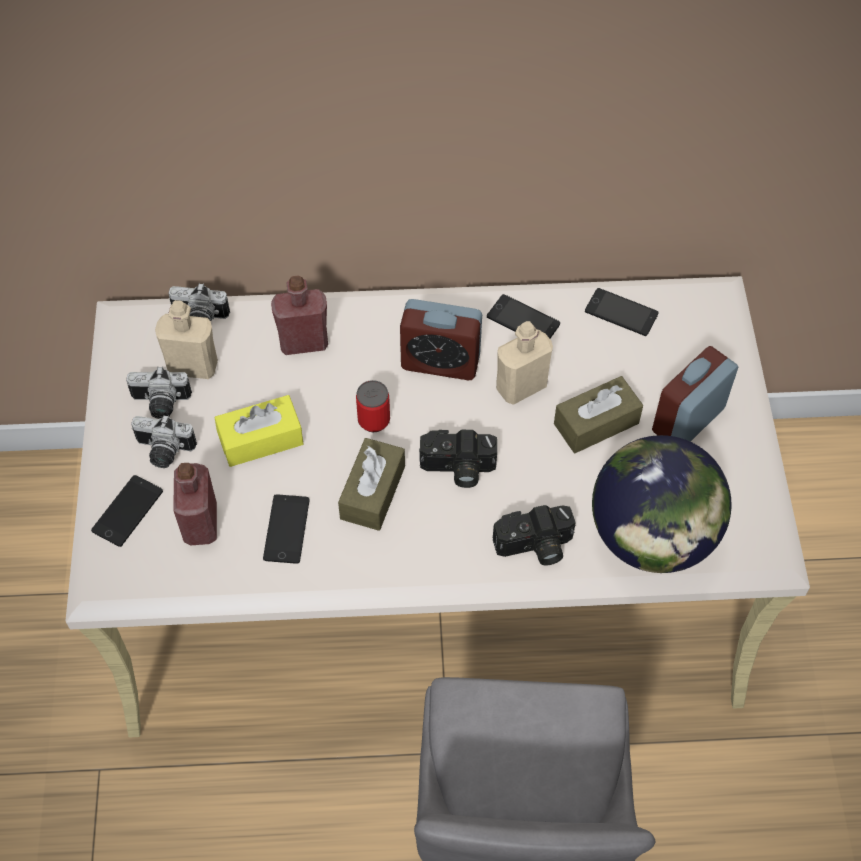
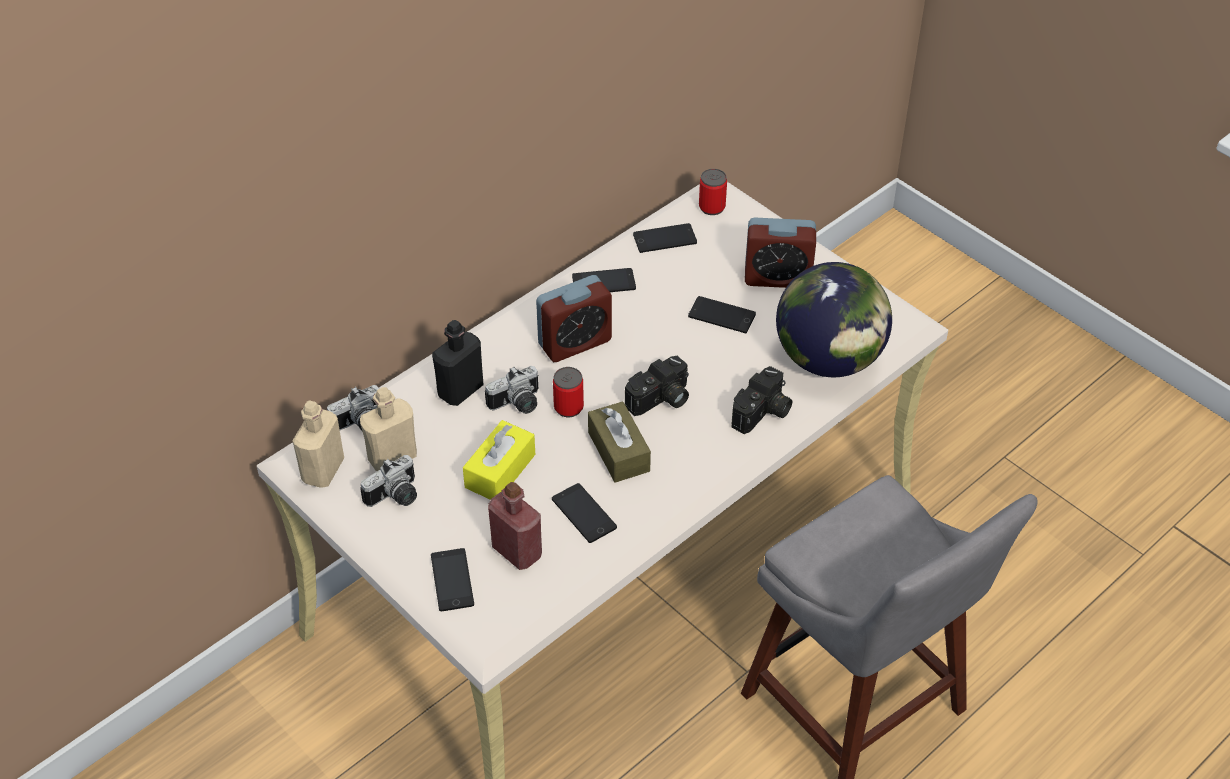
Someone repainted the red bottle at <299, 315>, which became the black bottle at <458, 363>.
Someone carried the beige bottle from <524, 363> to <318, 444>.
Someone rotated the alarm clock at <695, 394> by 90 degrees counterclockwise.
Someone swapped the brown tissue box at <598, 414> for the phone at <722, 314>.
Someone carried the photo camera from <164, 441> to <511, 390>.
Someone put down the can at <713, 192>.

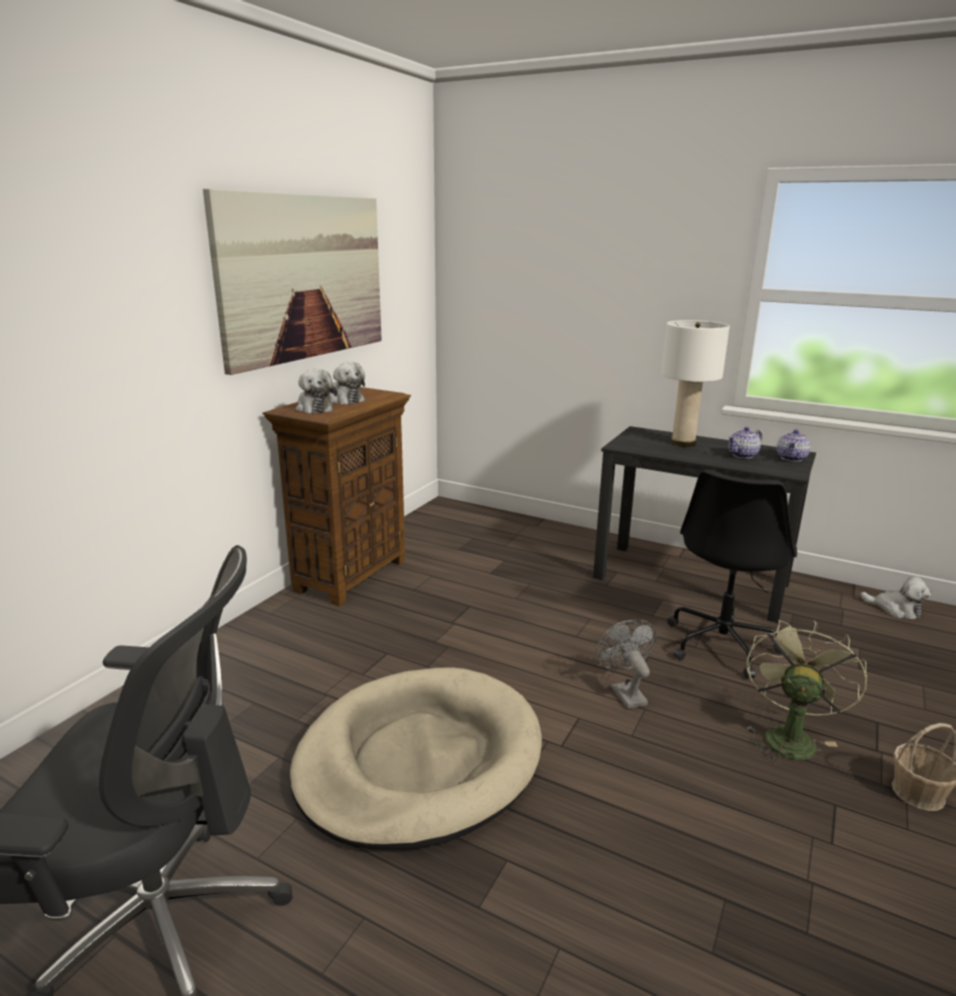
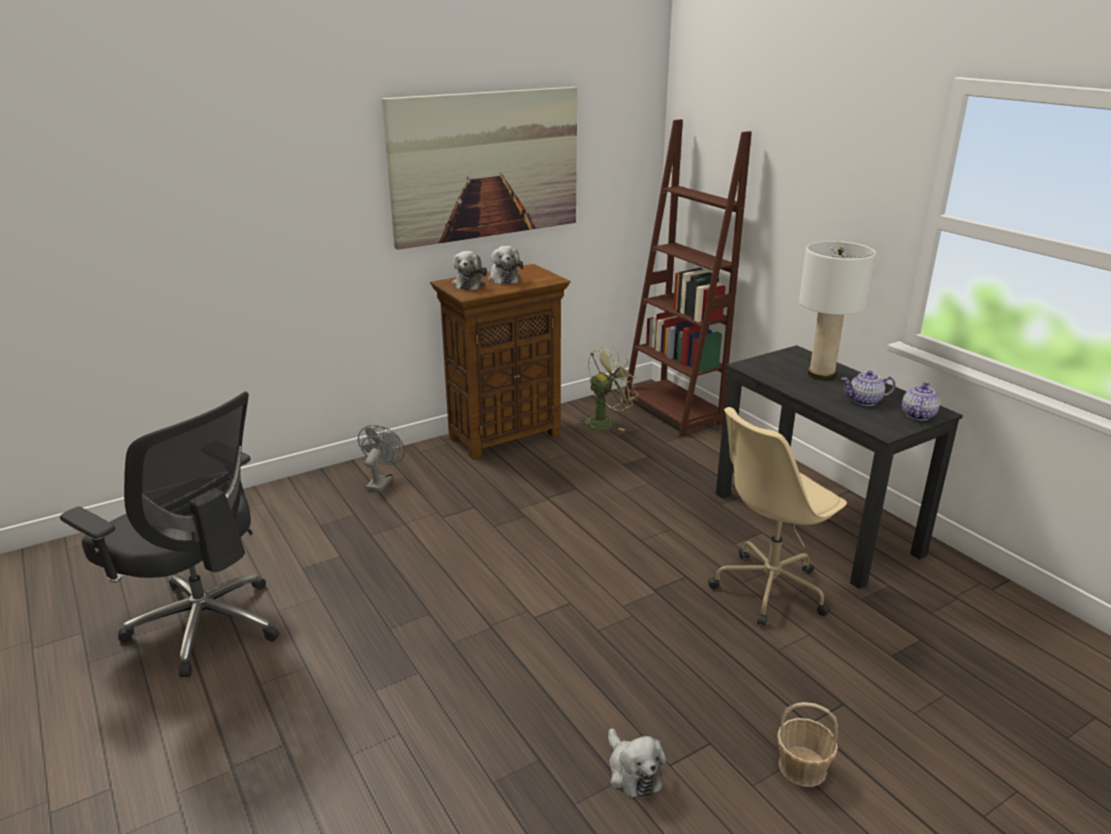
Someone rotated the teapot at <793, 445> by 150 degrees clockwise.
Someone repainted the black office chair at <732, 574>, which became the beige office chair at <777, 516>.
Someone carried the plush toy from <895, 597> to <637, 763>.
Someone carried the grey fan from <626, 664> to <381, 458>.
Someone carried the green fan from <807, 692> to <607, 389>.
Someone took away the beige dog bed at <416, 758>.
Someone put down the brown bookcase at <687, 278>.

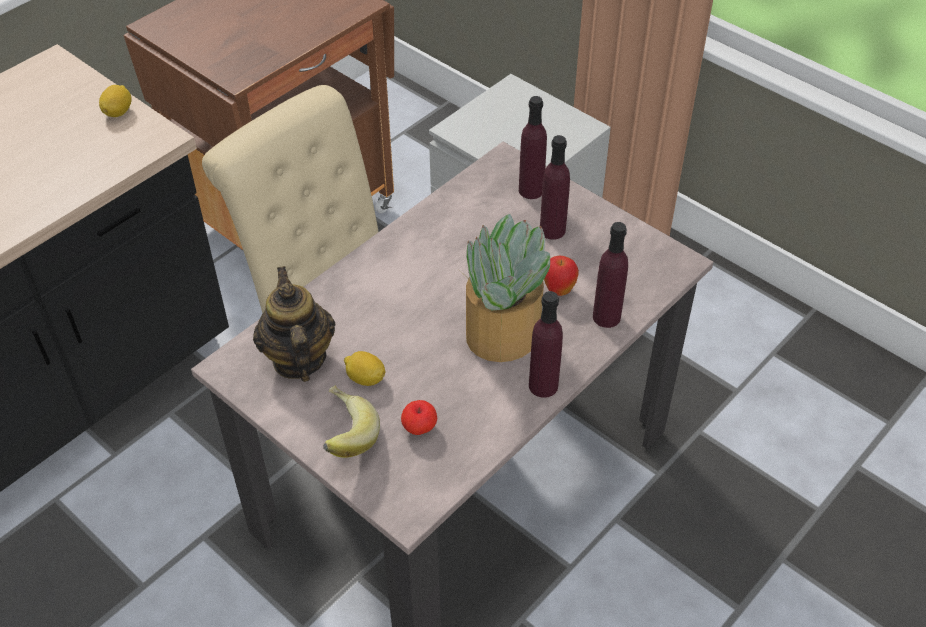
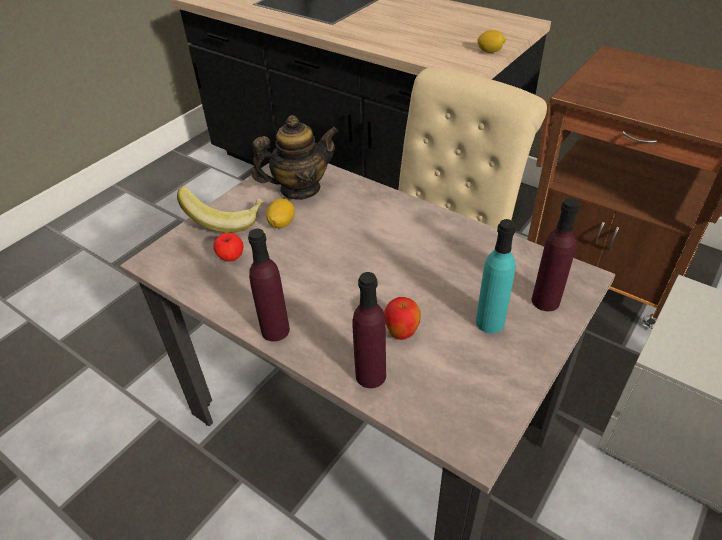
Someone repainted the purple bottle at <555, 187>, which became the turquoise bottle at <496, 276>.
Someone took away the potted plant at <502, 288>.

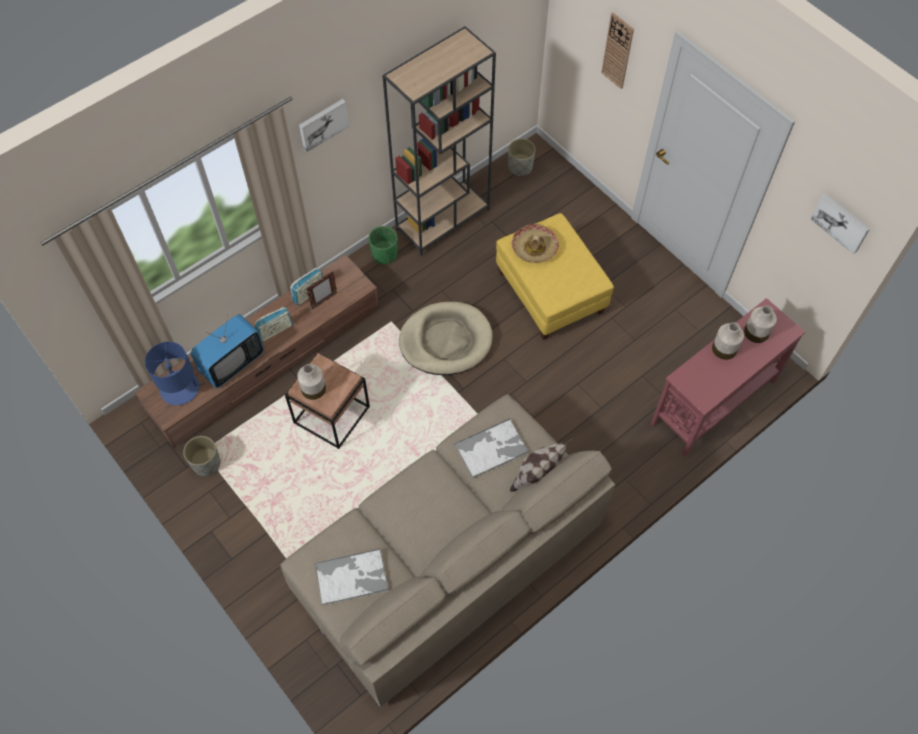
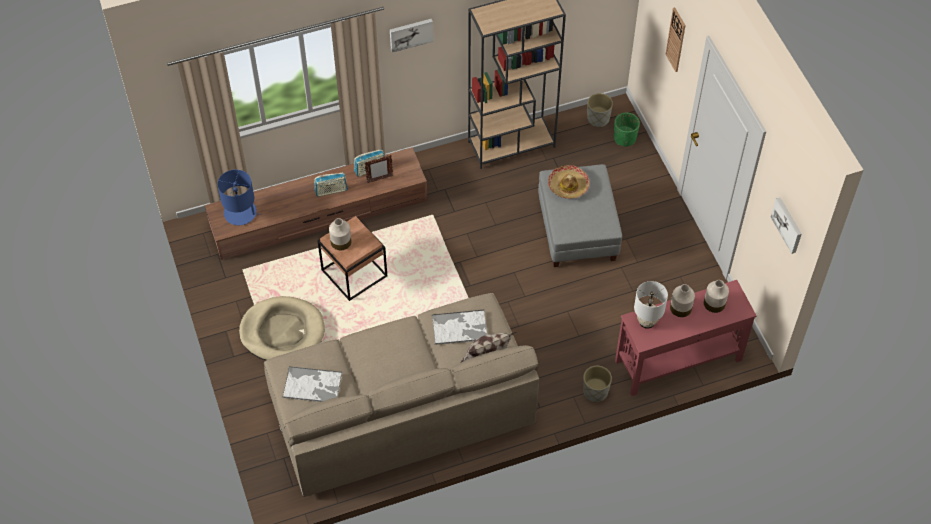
Someone repainted the yellow ottoman at <555, 276>, which became the grey ottoman at <580, 215>.
Someone carried the green planter from <382, 245> to <627, 129>.
Someone carried the beige dog bed from <446, 338> to <282, 328>.
Someone took away the television at <227, 351>.
Someone carried the grey planter from <201, 456> to <597, 384>.
Someone put down the white table lamp at <651, 305>.

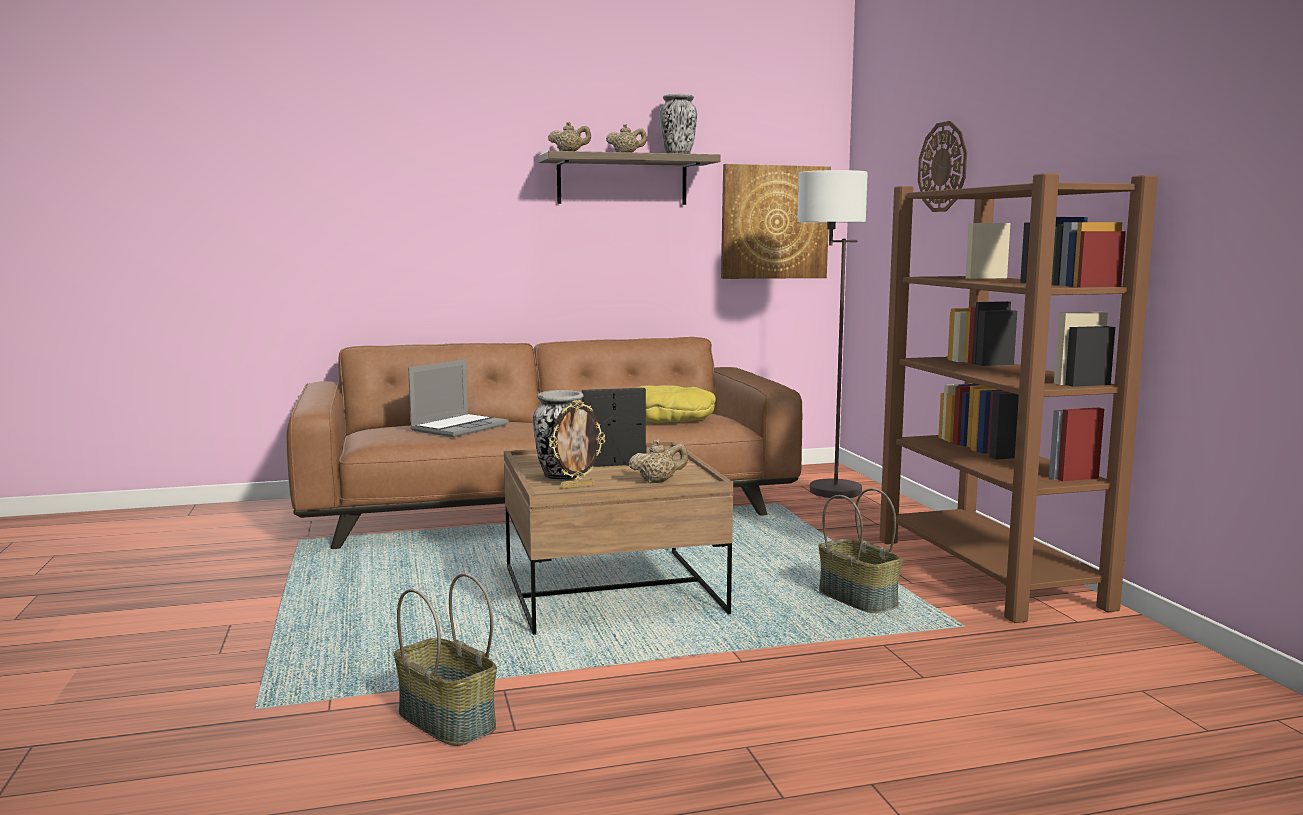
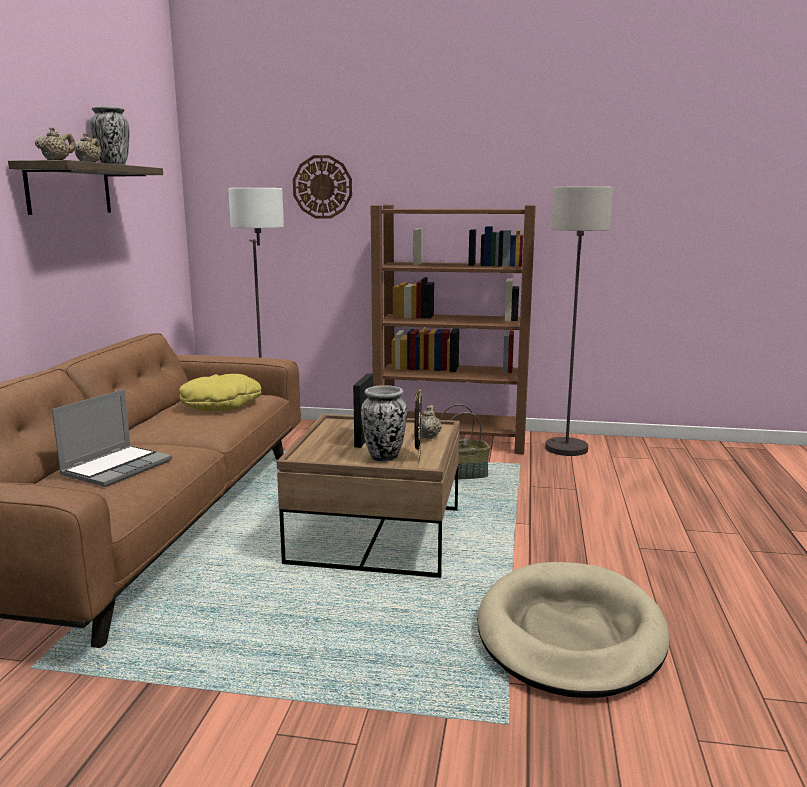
Someone took away the picture at <776, 221>.
Someone rotated the laptop at <458, 398> by 60 degrees clockwise.
Someone swapped the basket at <445, 659> for the beige dog bed at <573, 630>.
Someone put down the grey floor lamp at <579, 321>.

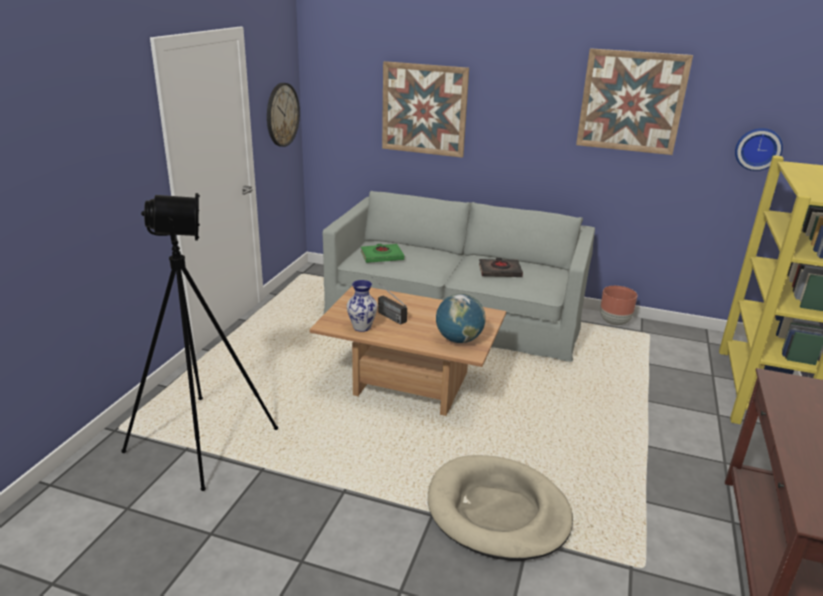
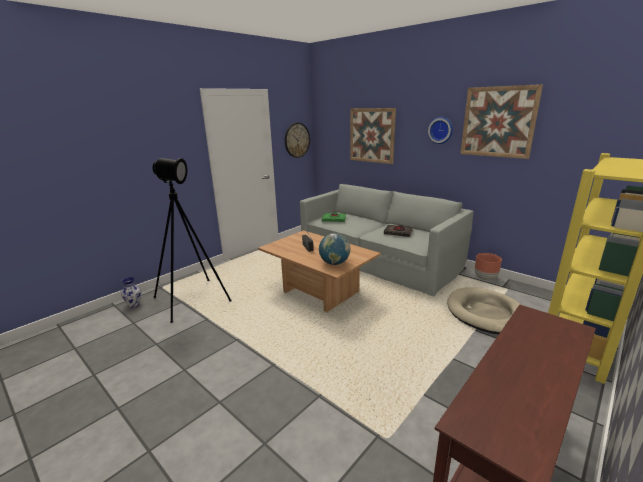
Someone carried the wall clock from <759, 149> to <440, 130>.
Someone carried the vase from <362, 306> to <131, 292>.
Someone carried the beige dog bed from <500, 508> to <484, 310>.

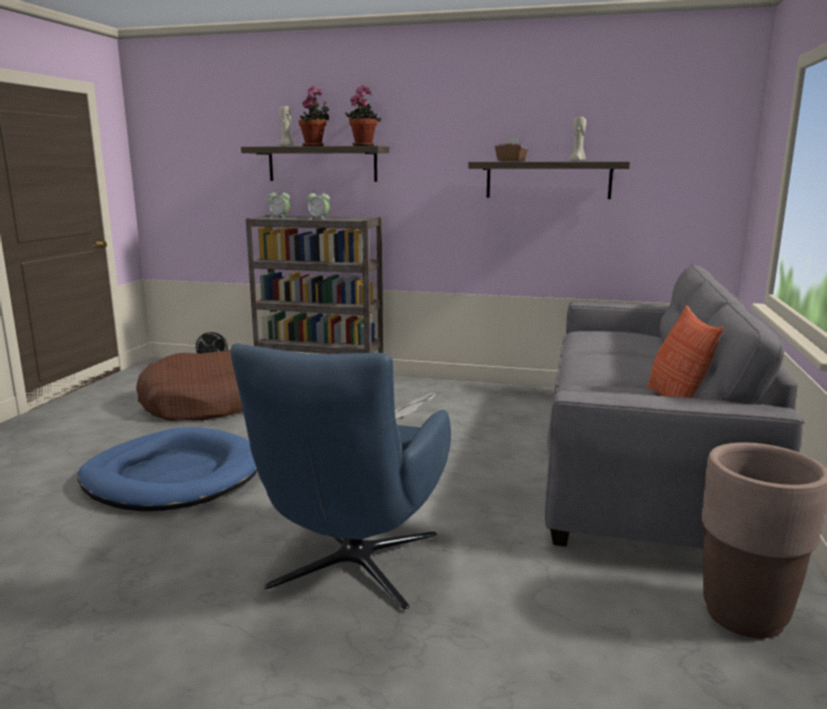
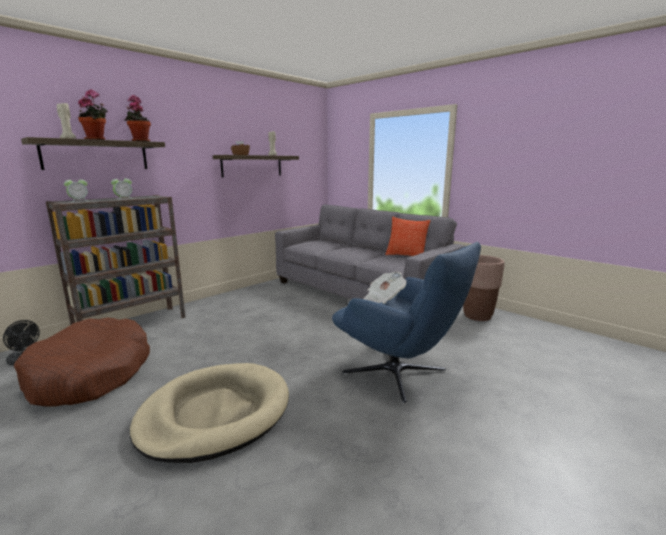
Someone repainted the blue dog bed at <167, 469>, which became the beige dog bed at <209, 413>.

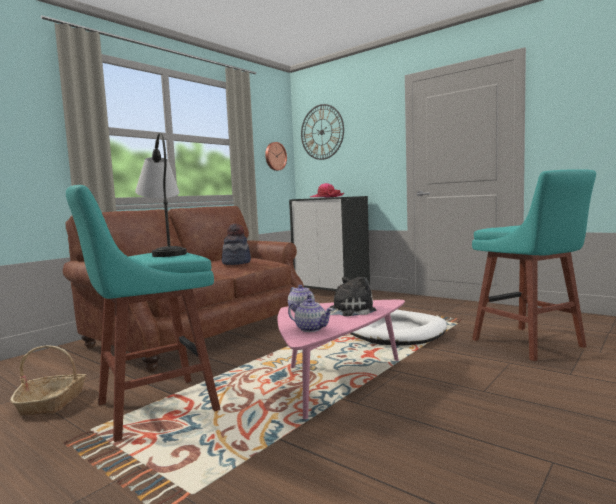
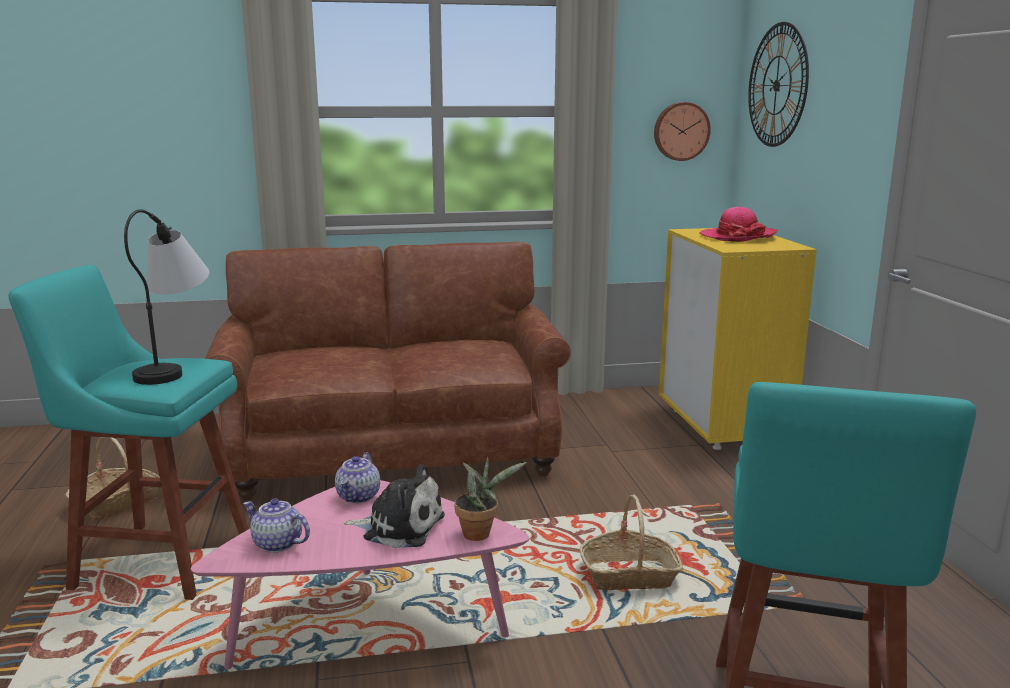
Someone repainted the black cabinet at <329, 243>, which became the yellow cabinet at <738, 339>.
Someone took away the hat at <236, 244>.
Someone rotated the teapot at <310, 315> by 135 degrees clockwise.
Someone swapped the white dog bed at <398, 328> for the basket at <631, 542>.
Someone put down the potted plant at <491, 499>.

